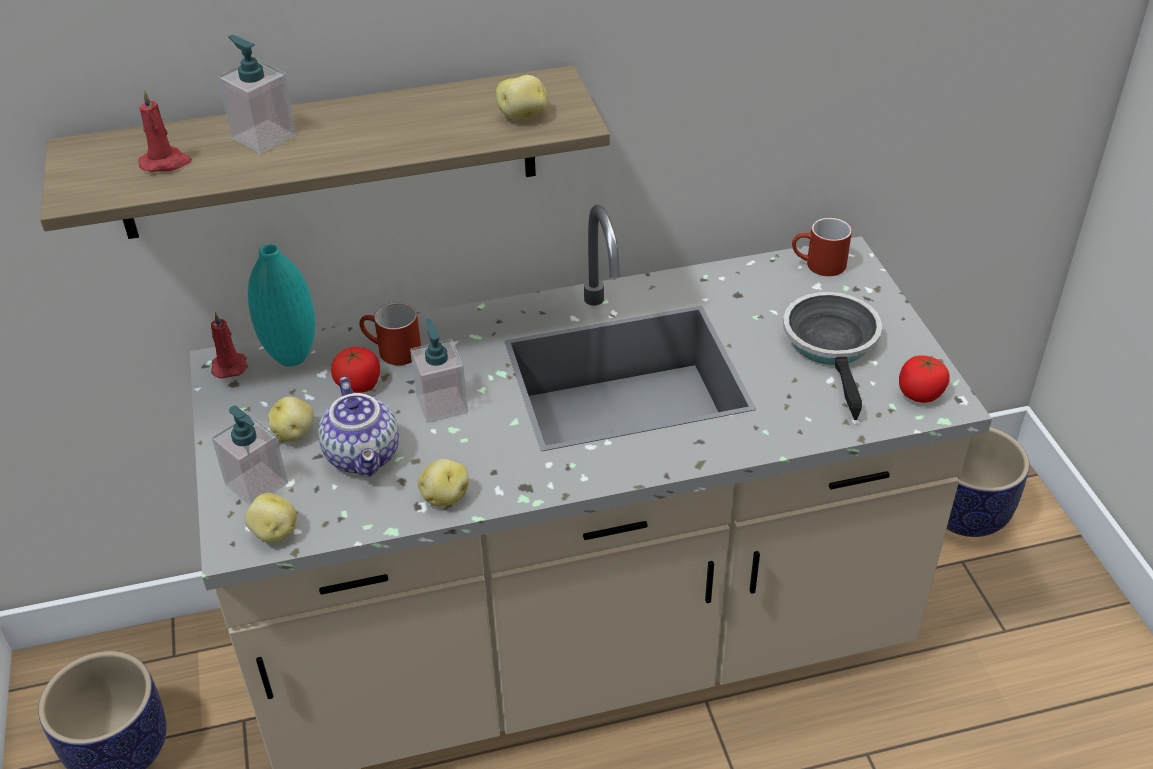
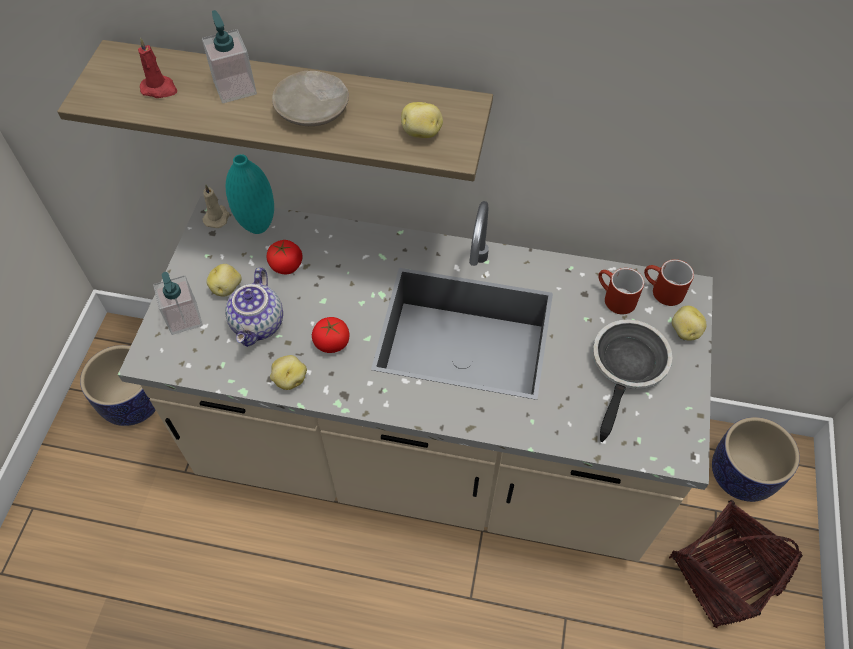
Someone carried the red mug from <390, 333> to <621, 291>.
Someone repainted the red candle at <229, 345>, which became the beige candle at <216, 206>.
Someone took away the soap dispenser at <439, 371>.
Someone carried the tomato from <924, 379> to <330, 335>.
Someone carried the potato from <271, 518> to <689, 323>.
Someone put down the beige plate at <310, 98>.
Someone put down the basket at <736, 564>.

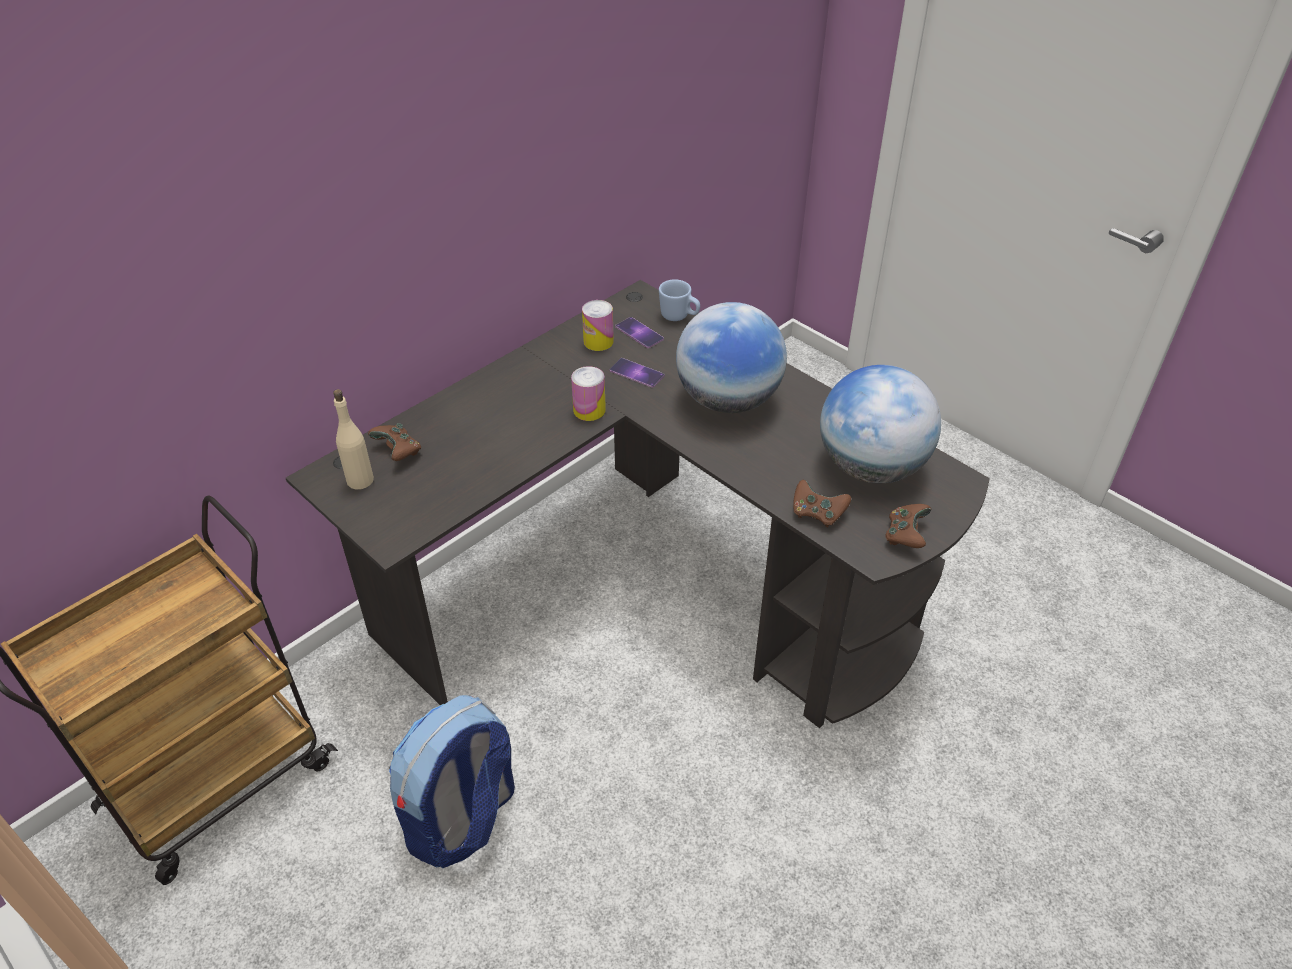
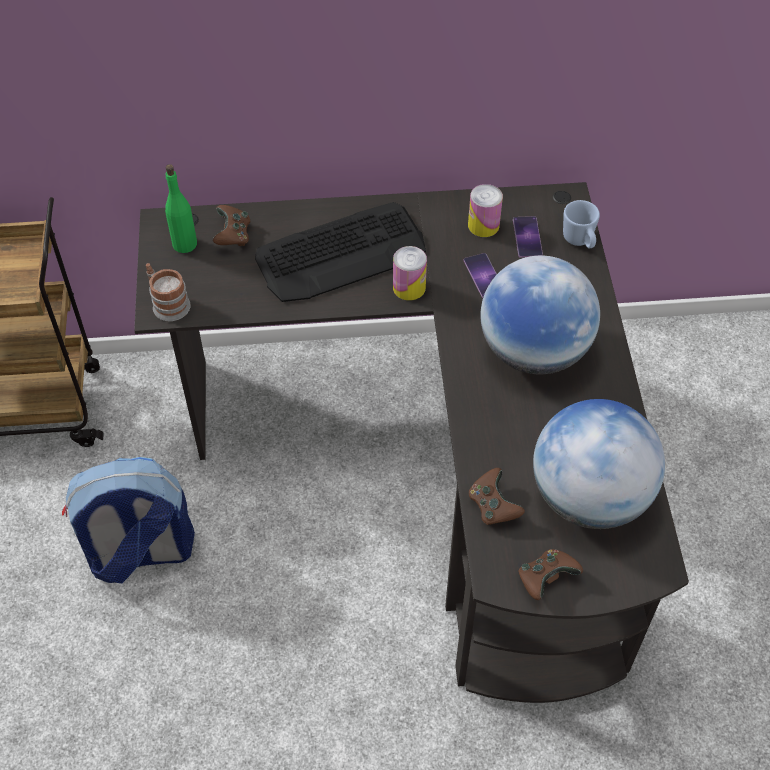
Someone repainted the beige bottle at <353, 439>, which became the green bottle at <181, 208>.
Someone put down the keyboard at <340, 252>.
Someone put down the mug at <168, 292>.

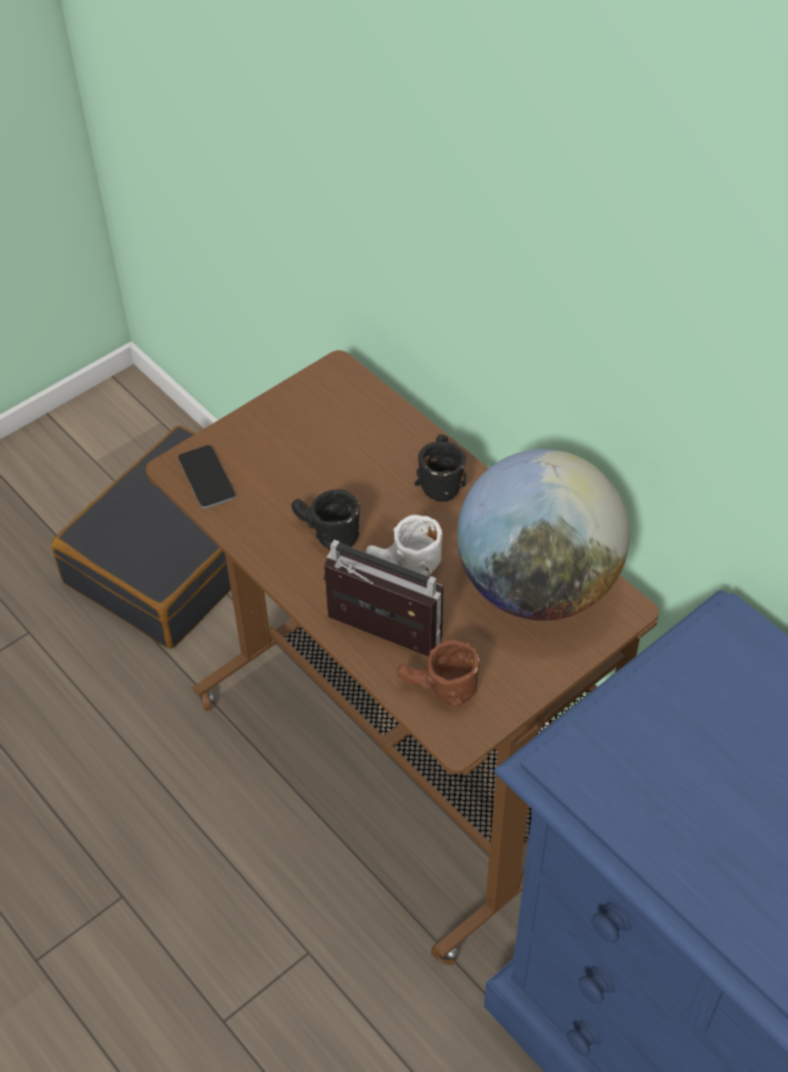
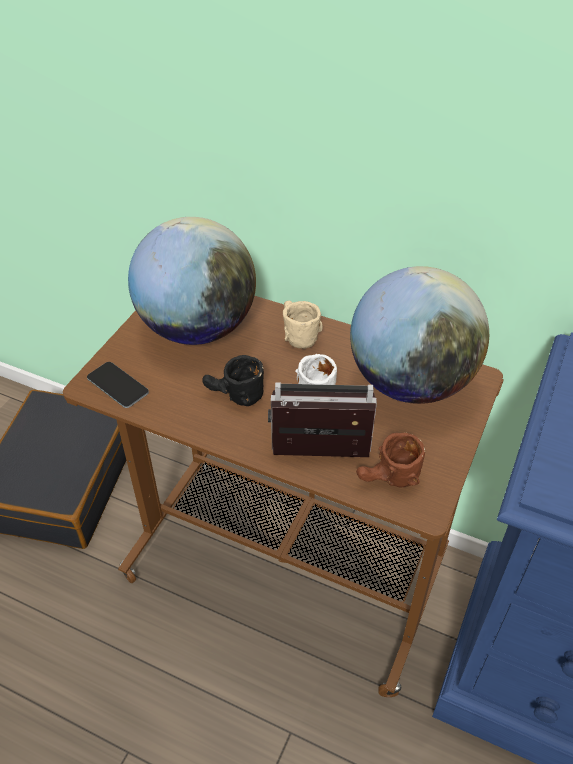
Someone repainted the black mug at <440, 468>, which became the beige mug at <303, 325>.
Someone put down the globe at <192, 281>.

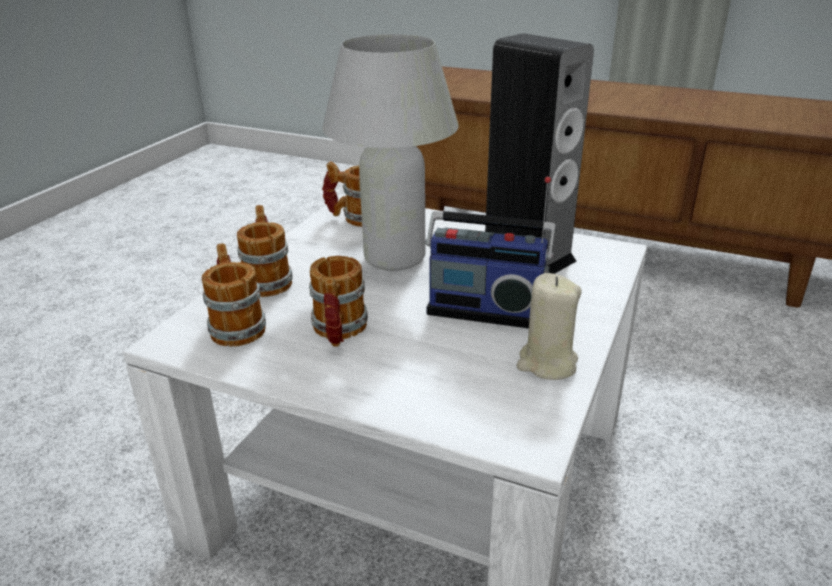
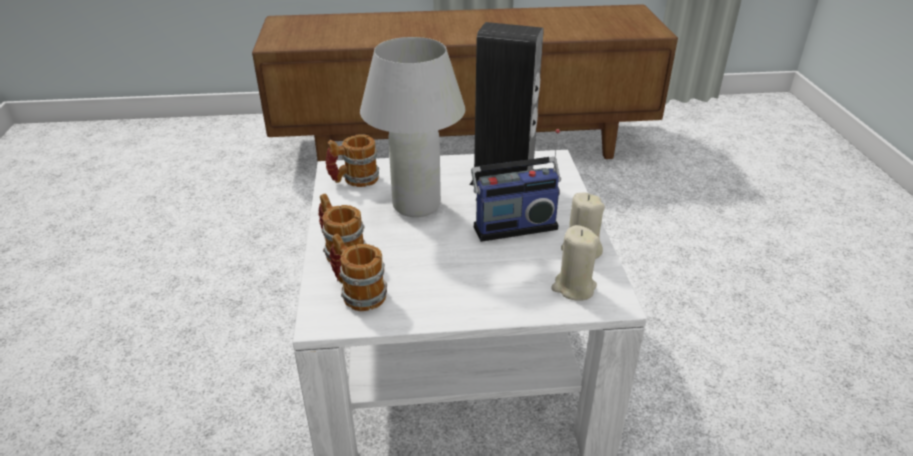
Someone took away the mug at <338, 301>.
Someone put down the beige candle at <575, 263>.

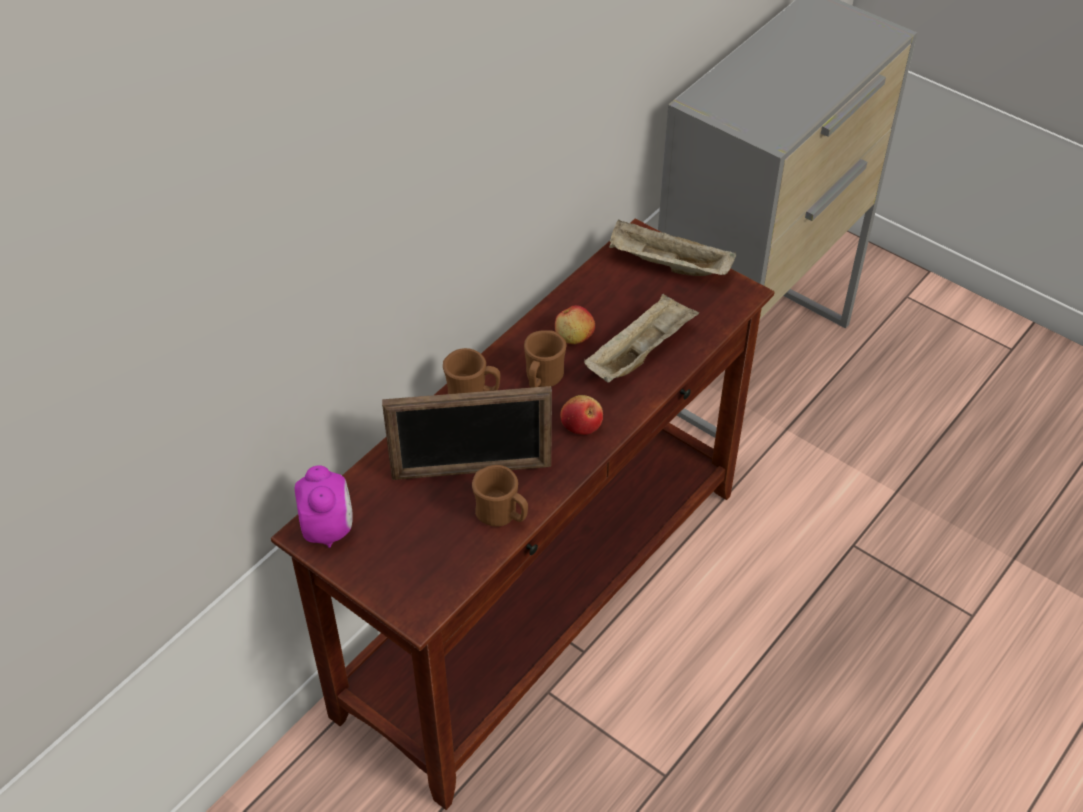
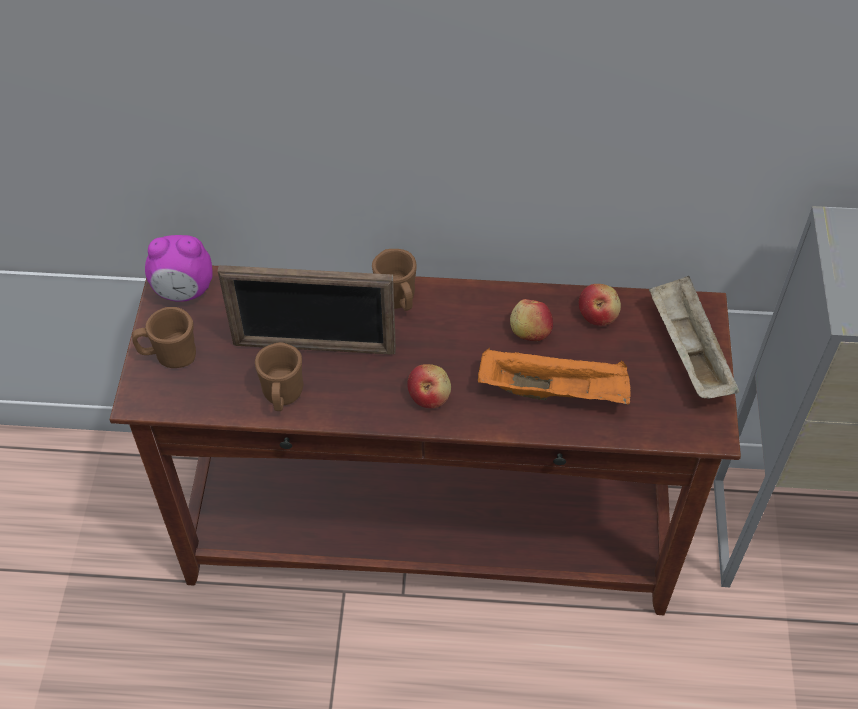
Someone repainted the beige tray at <641, 338>, which became the orange tray at <554, 376>.
Someone carried the brown mug from <545, 359> to <164, 337>.
Someone rotated the picture frame at <467, 433> by 45 degrees counterclockwise.
Someone rotated the alarm clock at <324, 506> by 45 degrees clockwise.
Someone put down the apple at <600, 305>.

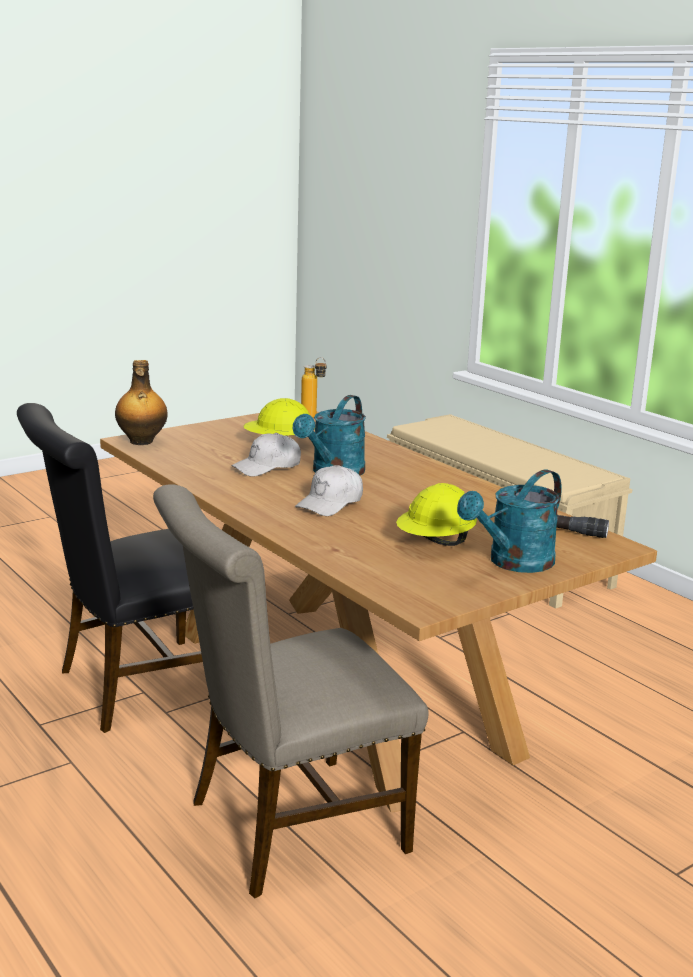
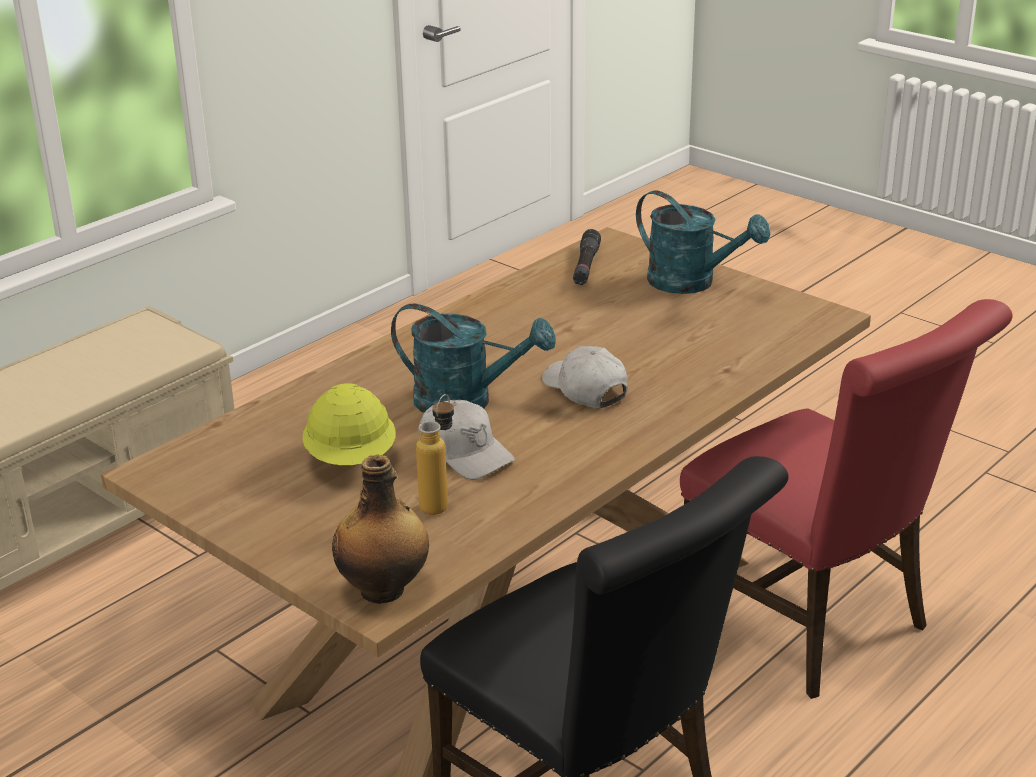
Someone carried the bottle from <314, 387> to <435, 454>.
Someone rotated the white cap at <329, 490> by 150 degrees counterclockwise.
Someone took away the yellow hard hat at <436, 514>.
Someone repainted the beige chair at <291, 691>, which became the red chair at <846, 499>.

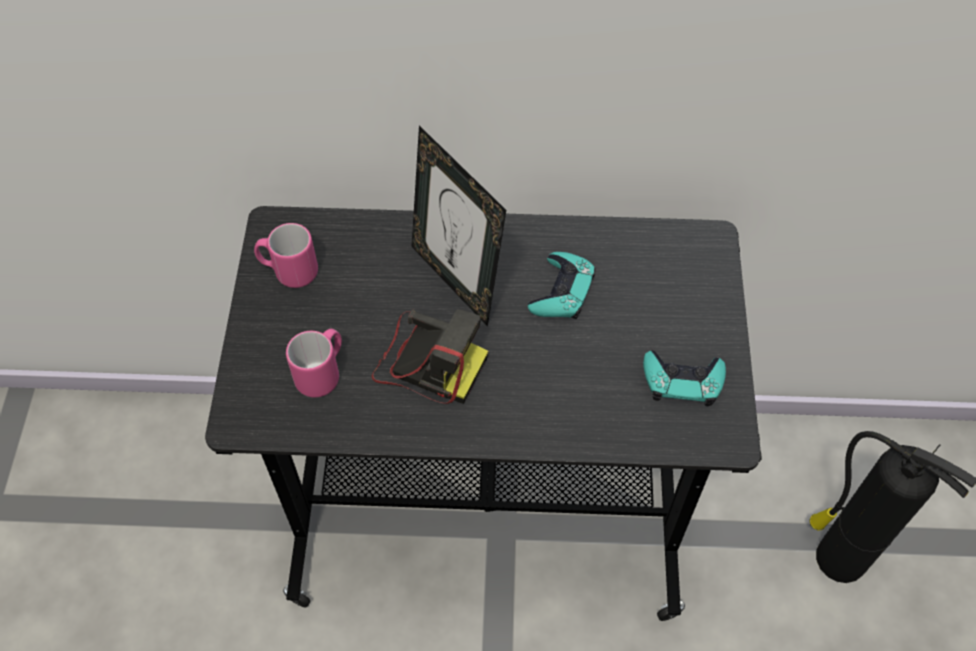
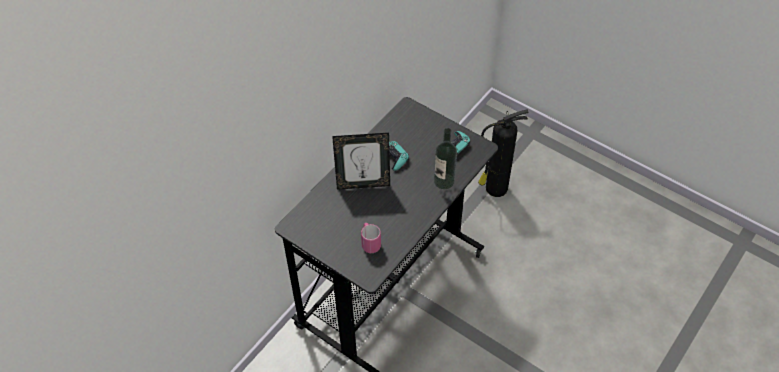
Someone took away the pink mug at <286, 255>.
Someone took away the photo camera at <430, 356>.
Someone put down the bottle at <445, 158>.

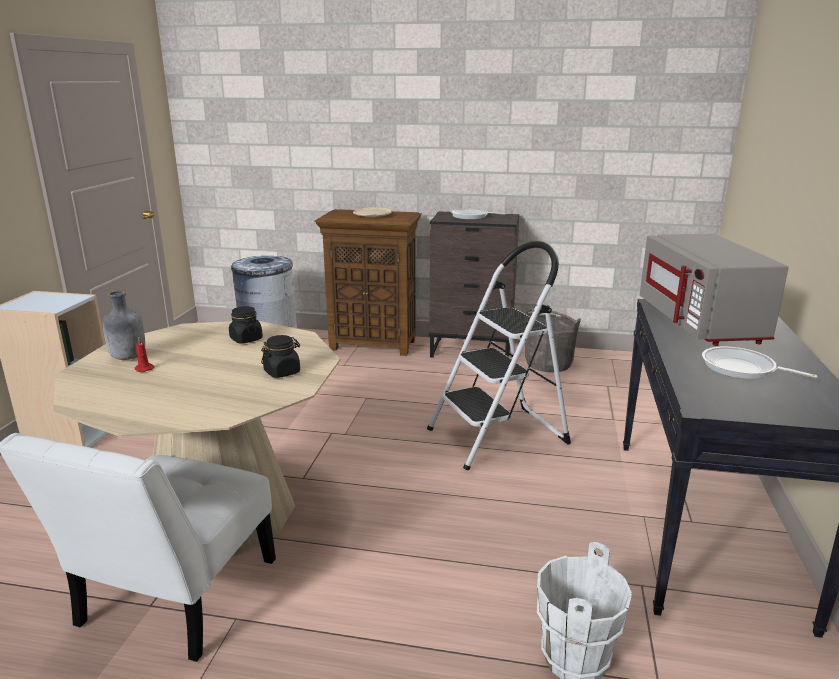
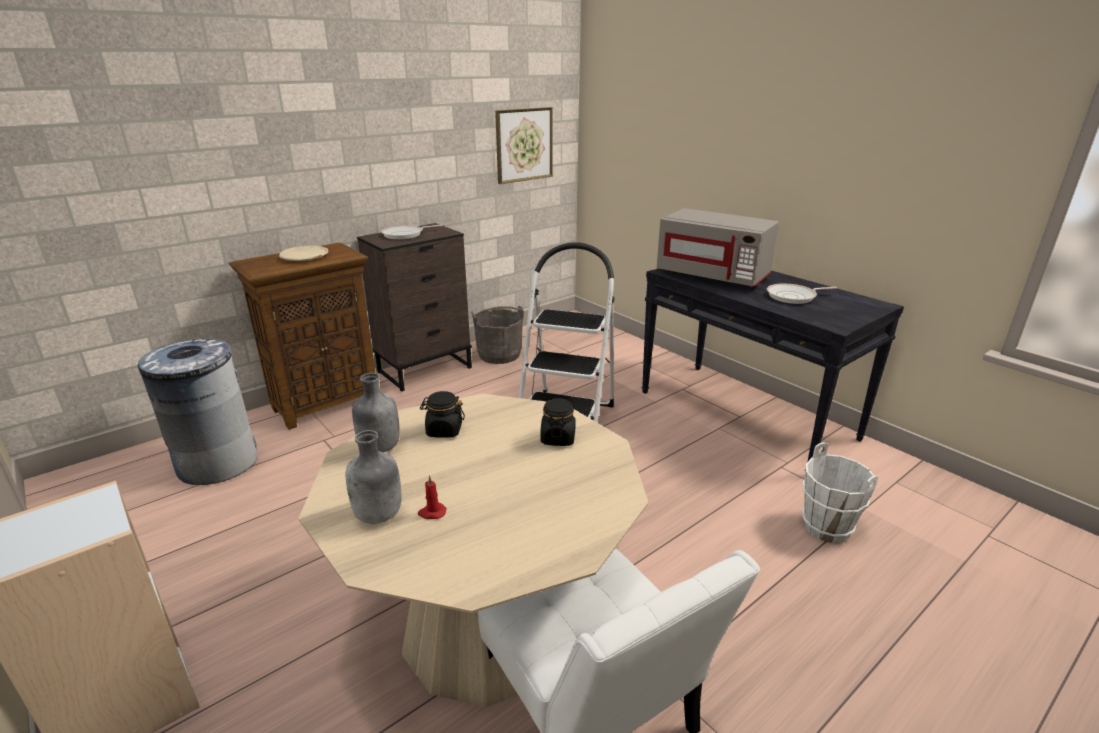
Someone put up the picture at <524, 145>.
Someone put down the grey bottle at <376, 412>.

